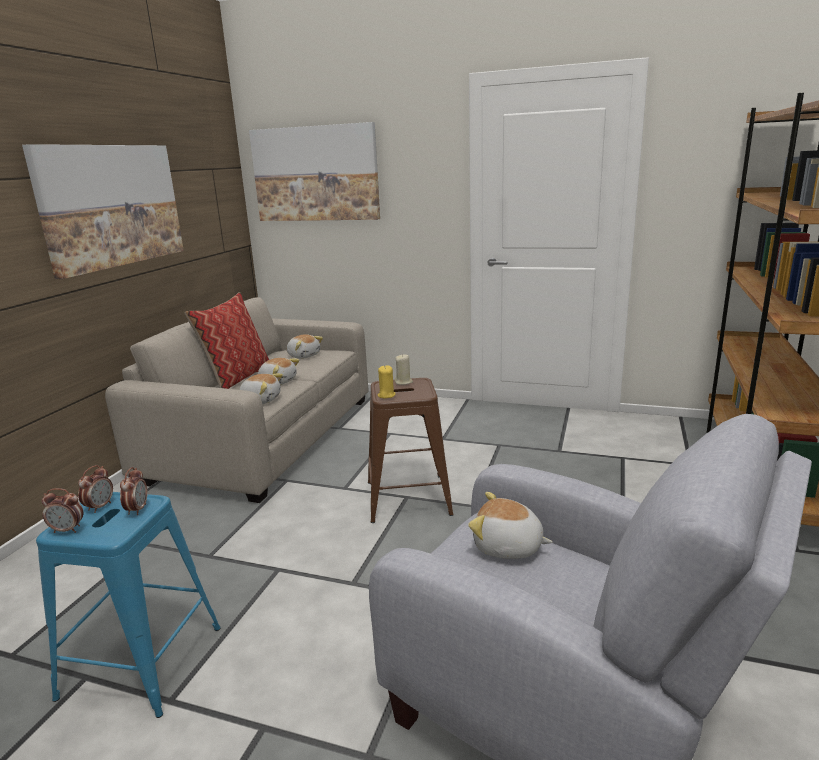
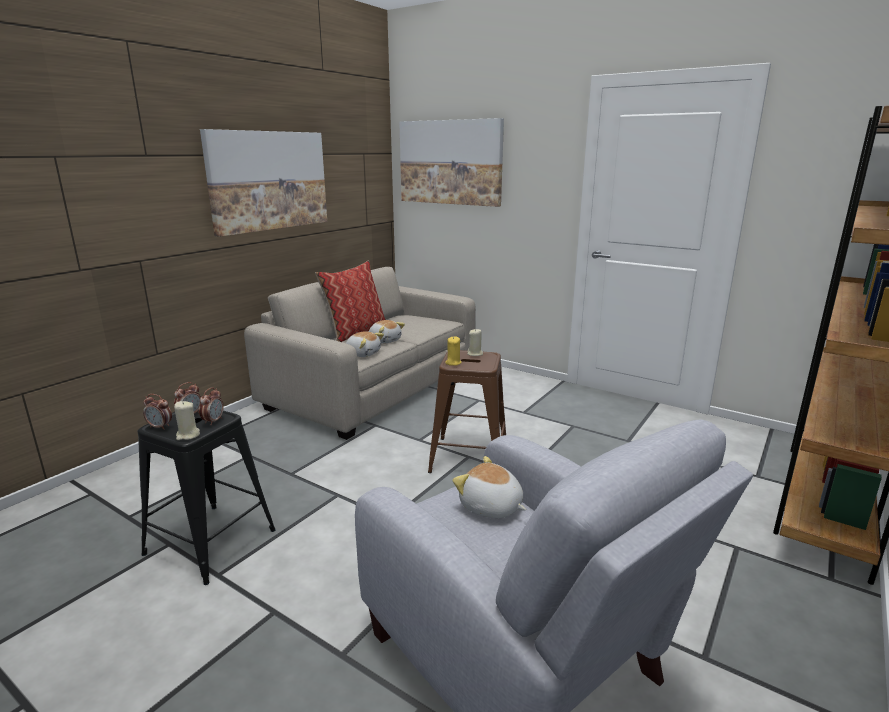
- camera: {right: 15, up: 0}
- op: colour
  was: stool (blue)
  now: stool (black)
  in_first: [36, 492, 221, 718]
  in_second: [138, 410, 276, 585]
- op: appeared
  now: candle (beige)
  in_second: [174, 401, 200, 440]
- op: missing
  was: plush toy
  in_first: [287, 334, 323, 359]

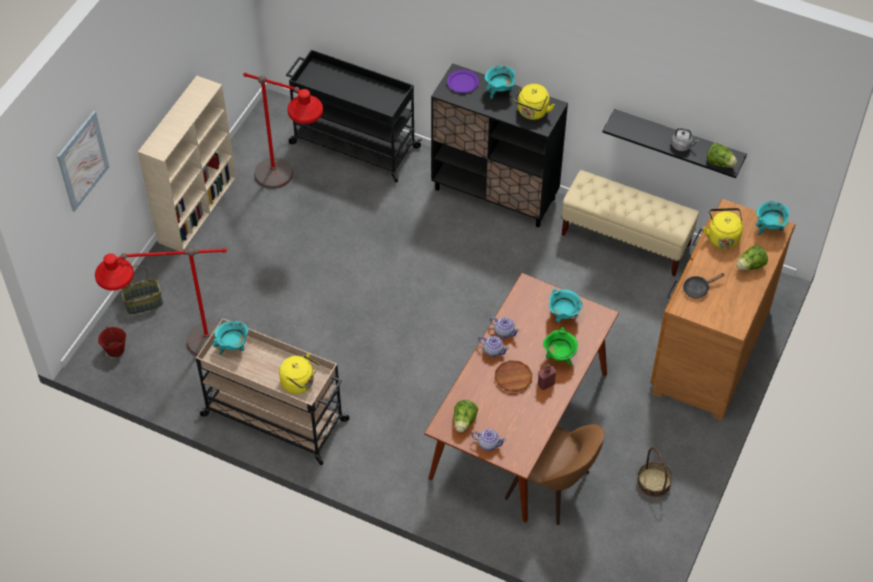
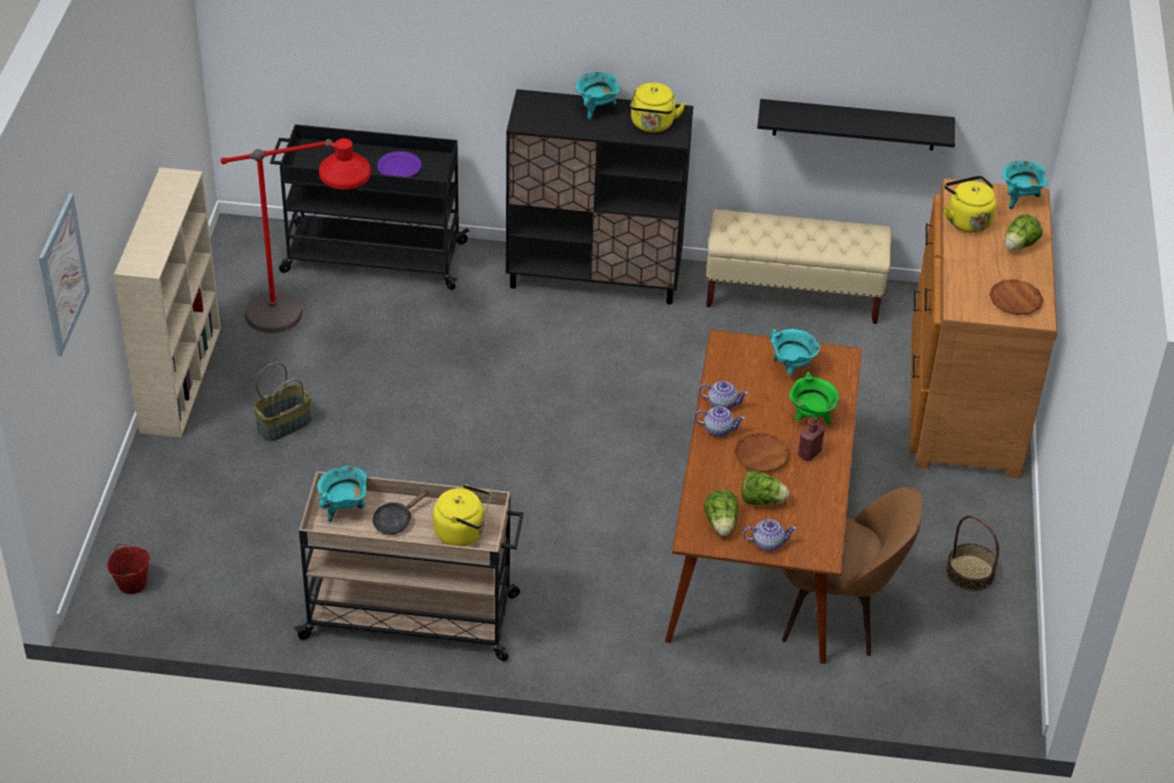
- camera: {right: -20, up: -10}
- op: relocated
  was: basket
  in_first: [121, 265, 163, 314]
  in_second: [253, 362, 312, 442]
- op: relocated
  was: frying pan (black)
  in_first: [683, 273, 725, 299]
  in_second: [372, 489, 429, 535]
- op: relocated
  was: plate (purple)
  in_first: [447, 70, 479, 93]
  in_second: [377, 151, 422, 177]
- op: relocated
  was: lettuce
  in_first: [707, 143, 737, 167]
  in_second: [741, 470, 789, 505]
- op: appeared
  now: plate (brown)
  in_second: [989, 279, 1043, 315]
- op: missing
  was: floor lamp (red)
  in_first: [95, 247, 227, 356]
- op: missing
  was: kettle (grey)
  in_first: [671, 128, 699, 151]

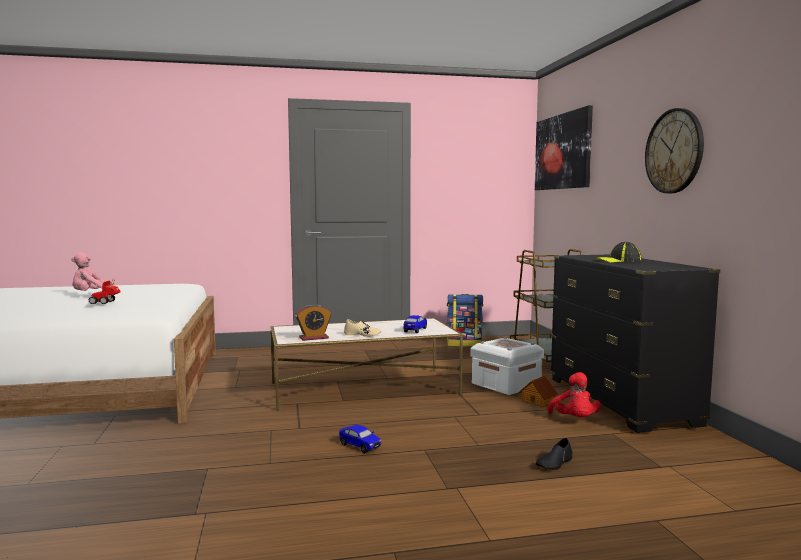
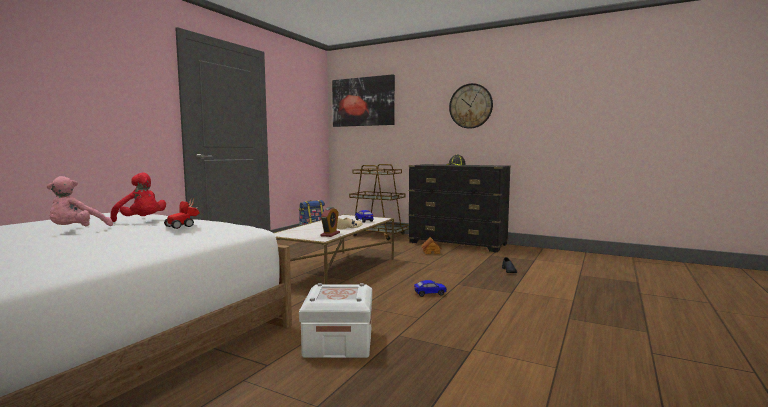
- camera: {right: -50, up: 0}
- op: relocated
  was: plush toy (red)
  in_first: [547, 372, 601, 417]
  in_second: [110, 172, 166, 222]
- op: relocated
  was: storage box (white)
  in_first: [470, 337, 544, 395]
  in_second: [299, 283, 372, 358]

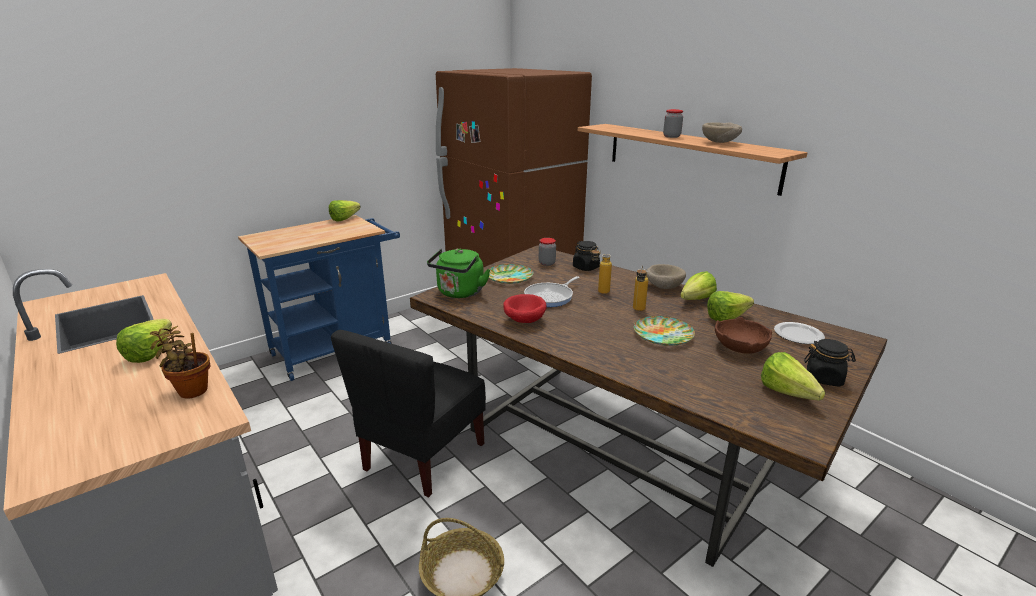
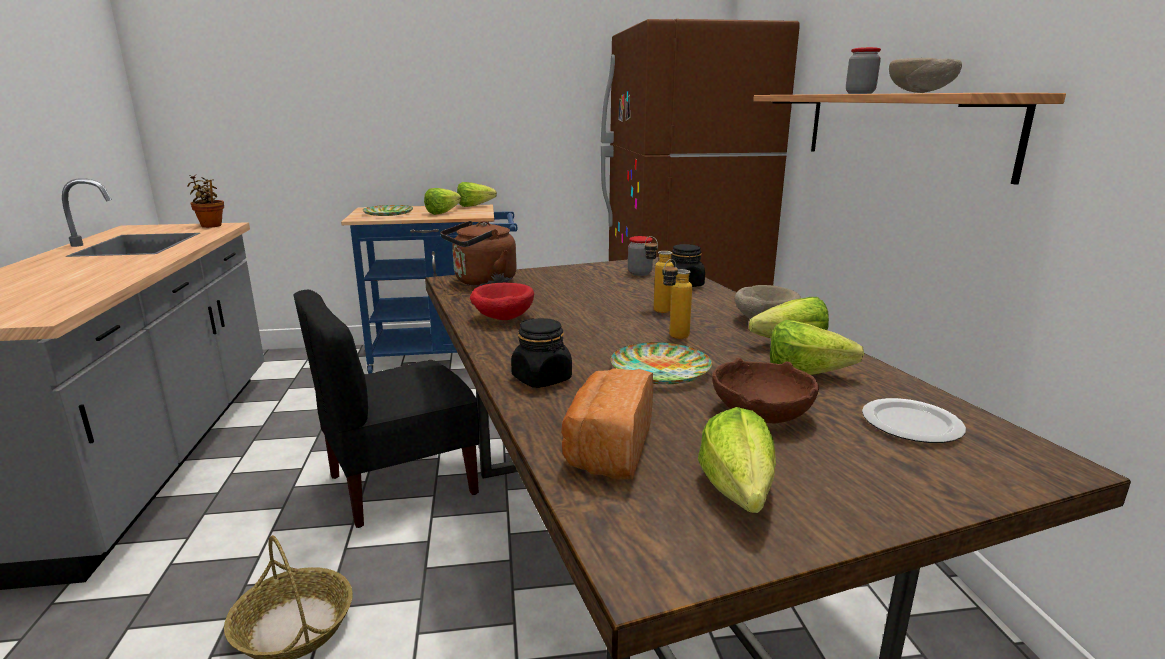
- camera: {right: 30, up: -5}
- op: relocated
  was: potted plant
  in_first: [150, 326, 210, 399]
  in_second: [187, 174, 224, 228]
- op: relocated
  was: plate
  in_first: [489, 264, 534, 284]
  in_second: [363, 205, 413, 216]
- op: relocated
  was: lettuce
  in_first: [116, 319, 172, 363]
  in_second: [424, 188, 461, 215]
- op: colour
  was: kettle (green)
  now: kettle (brown)
  in_first: [427, 249, 490, 298]
  in_second: [440, 221, 517, 286]
- op: relocated
  was: jar (black)
  in_first: [804, 339, 856, 387]
  in_second: [511, 318, 572, 388]
- op: appeared
  now: bread
  in_second: [561, 368, 653, 479]
- op: missing
  was: frying pan
  in_first: [524, 276, 579, 307]

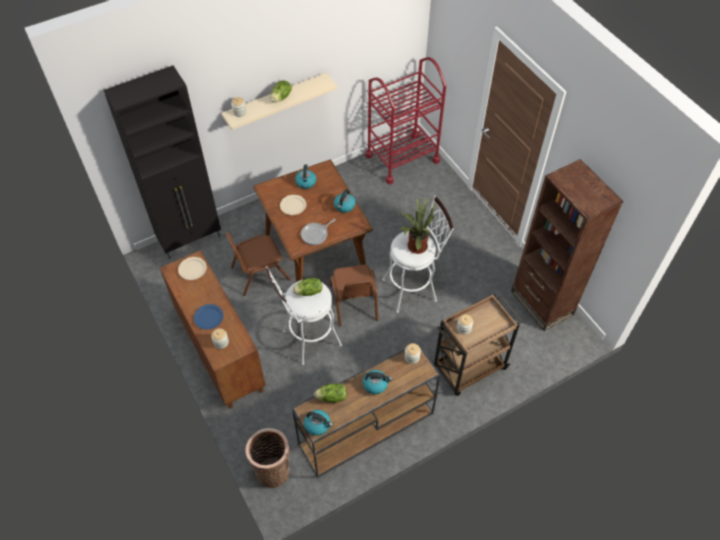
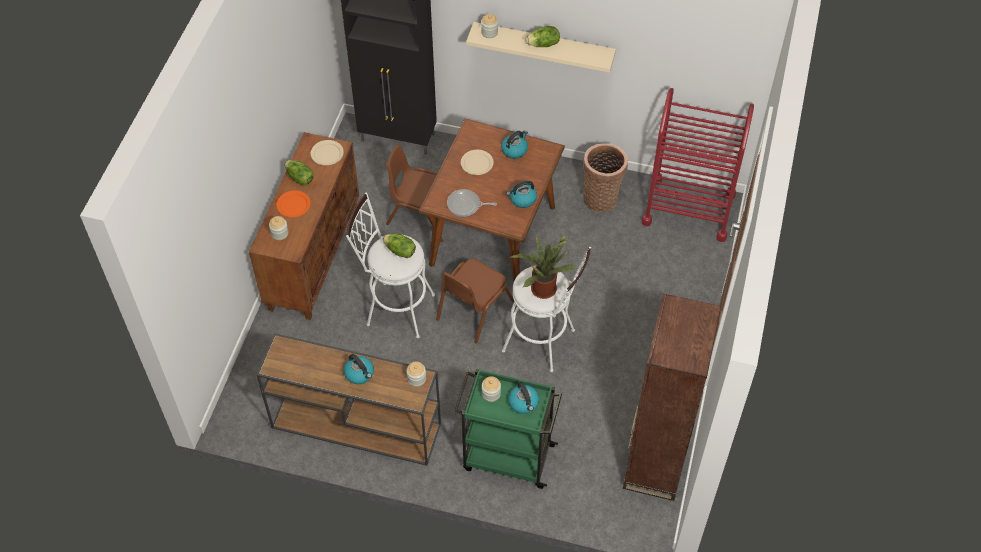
- camera: {right: 45, up: 0}
- op: colour
  was: plate (blue)
  now: plate (orange)
  in_first: [194, 304, 224, 330]
  in_second: [276, 191, 311, 217]
- op: relocated
  was: lettuce
  in_first: [314, 383, 347, 403]
  in_second: [284, 160, 314, 186]
- op: colour
  was: cart (brown)
  now: cart (green)
  in_first: [434, 294, 523, 396]
  in_second: [455, 369, 562, 489]
- op: relocated
  was: kettle
  in_first: [304, 410, 333, 436]
  in_second: [508, 382, 539, 414]
- op: relocated
  was: basket
  in_first: [245, 428, 289, 488]
  in_second: [583, 143, 628, 212]

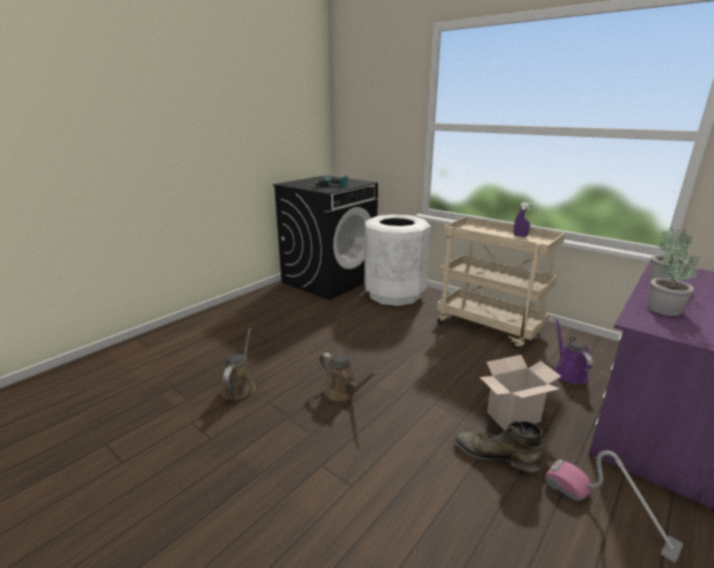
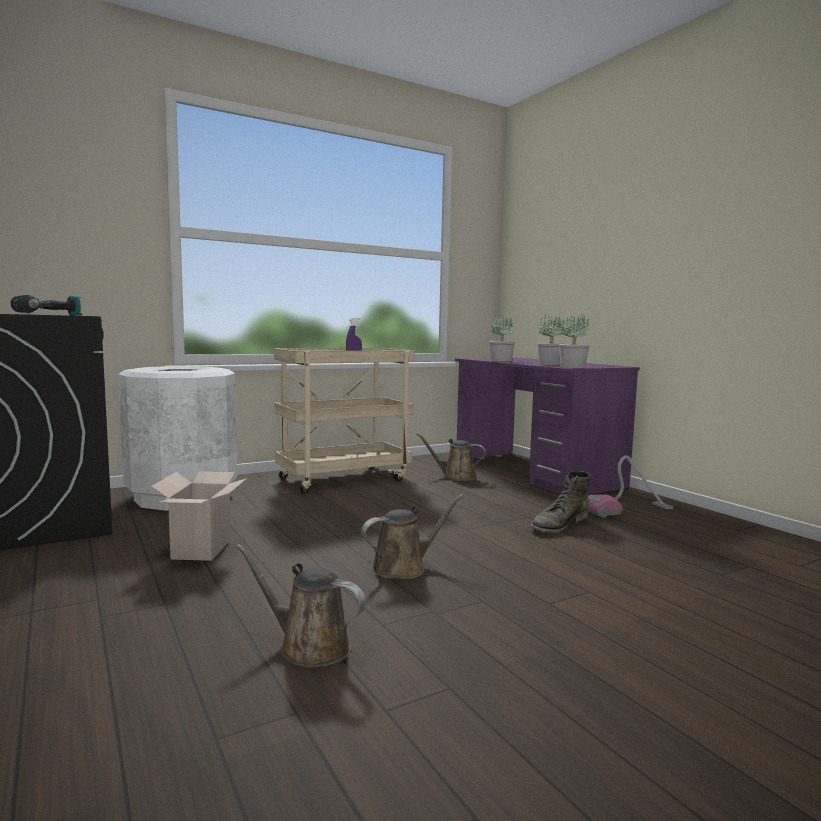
- camera: {right: -70, up: -15}
- op: relocated
  was: cardboard box
  in_first: [479, 355, 561, 430]
  in_second: [151, 471, 247, 561]
- op: colour
  was: watering can (purple)
  now: watering can (brown)
  in_first: [554, 318, 593, 384]
  in_second: [416, 433, 486, 481]
- op: appeared
  now: potted plant
  in_second: [559, 314, 590, 368]

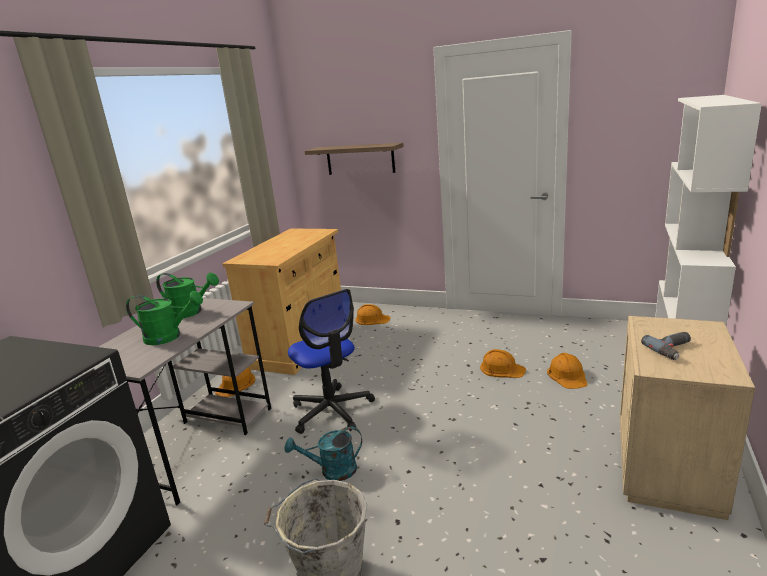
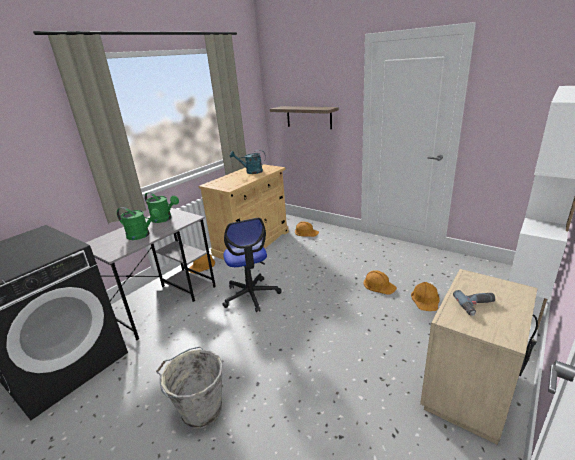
- camera: {right: 15, up: 5}
- op: relocated
  was: watering can (turquoise)
  in_first: [284, 427, 362, 481]
  in_second: [229, 150, 266, 174]

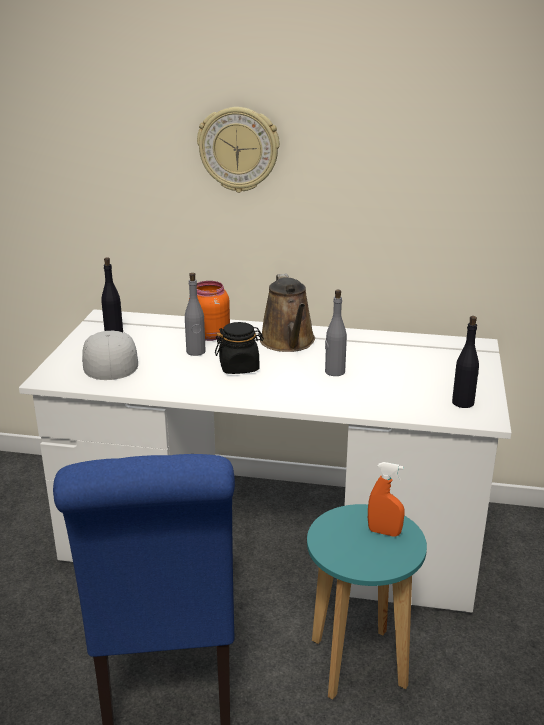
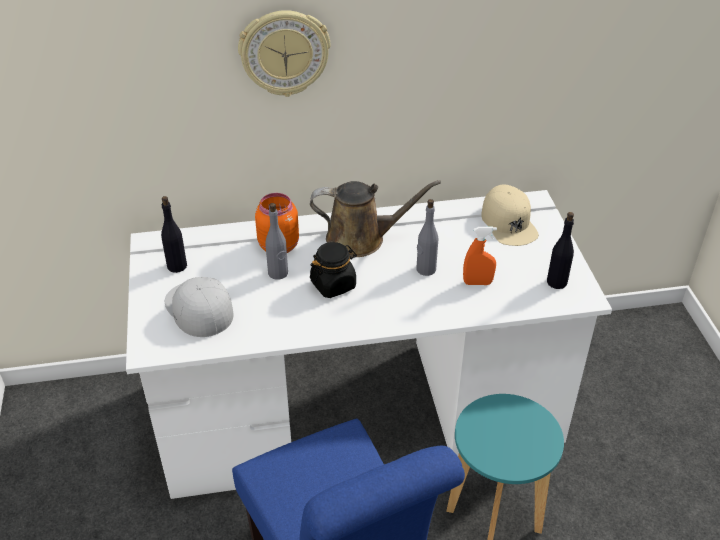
- camera: {right: -20, up: 15}
- op: spun
  was: watering can (brown)
  in_first: [260, 274, 315, 352]
  in_second: [310, 180, 441, 257]
  clockwise: -60
- op: relocated
  was: spray bottle (orange)
  in_first: [368, 462, 405, 537]
  in_second: [463, 227, 497, 285]
- op: appeared
  now: cap (beige)
  in_second: [481, 184, 539, 246]

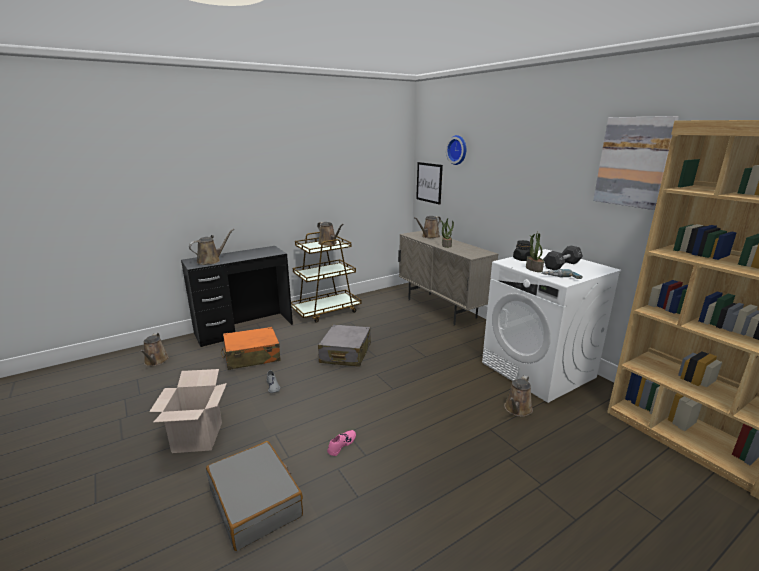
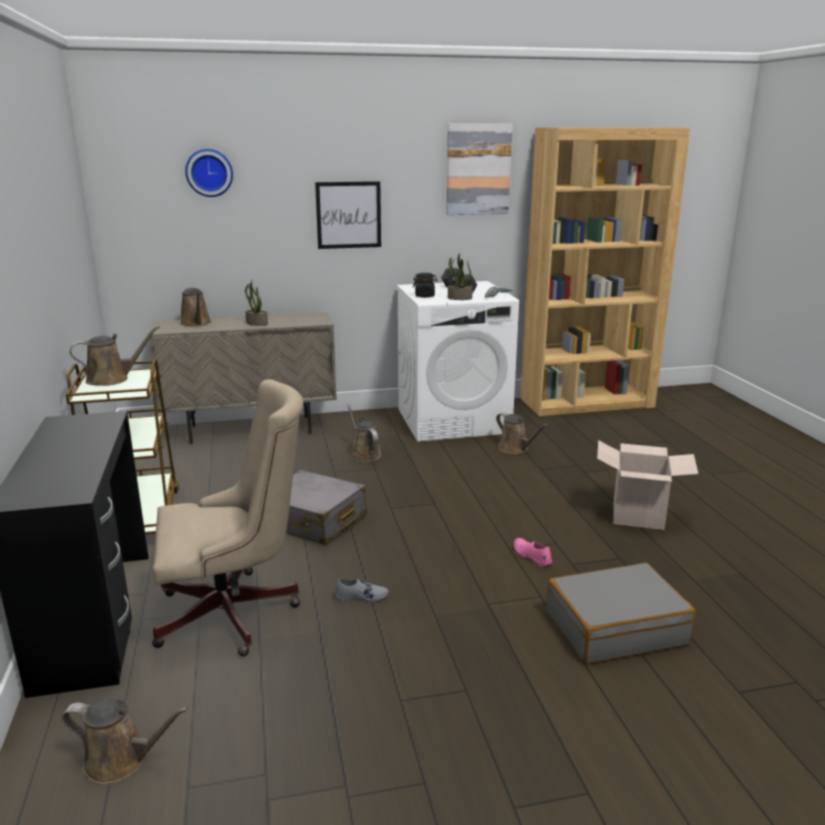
- camera: {right: -70, up: 0}
- op: exchanged
  was: suitcase (orange)
  now: office chair (beige)
  in_first: [221, 327, 281, 370]
  in_second: [152, 379, 304, 656]
- op: relocated
  was: picture
  in_first: [416, 162, 443, 205]
  in_second: [315, 181, 381, 249]
- op: relocated
  was: watering can (brown)
  in_first: [189, 229, 234, 265]
  in_second: [347, 404, 382, 462]
- op: relocated
  was: cardboard box
  in_first: [149, 369, 227, 453]
  in_second: [597, 440, 698, 530]

